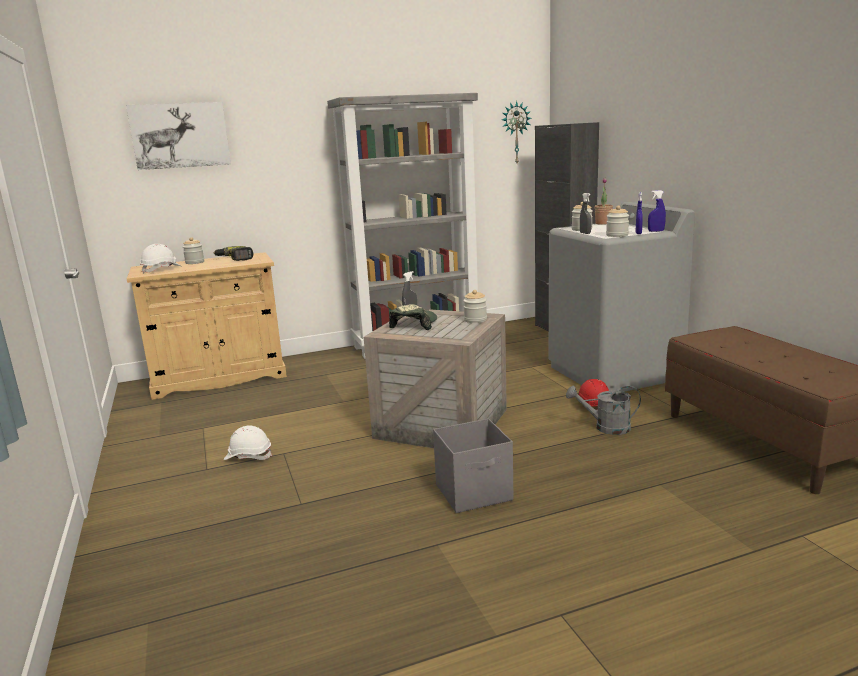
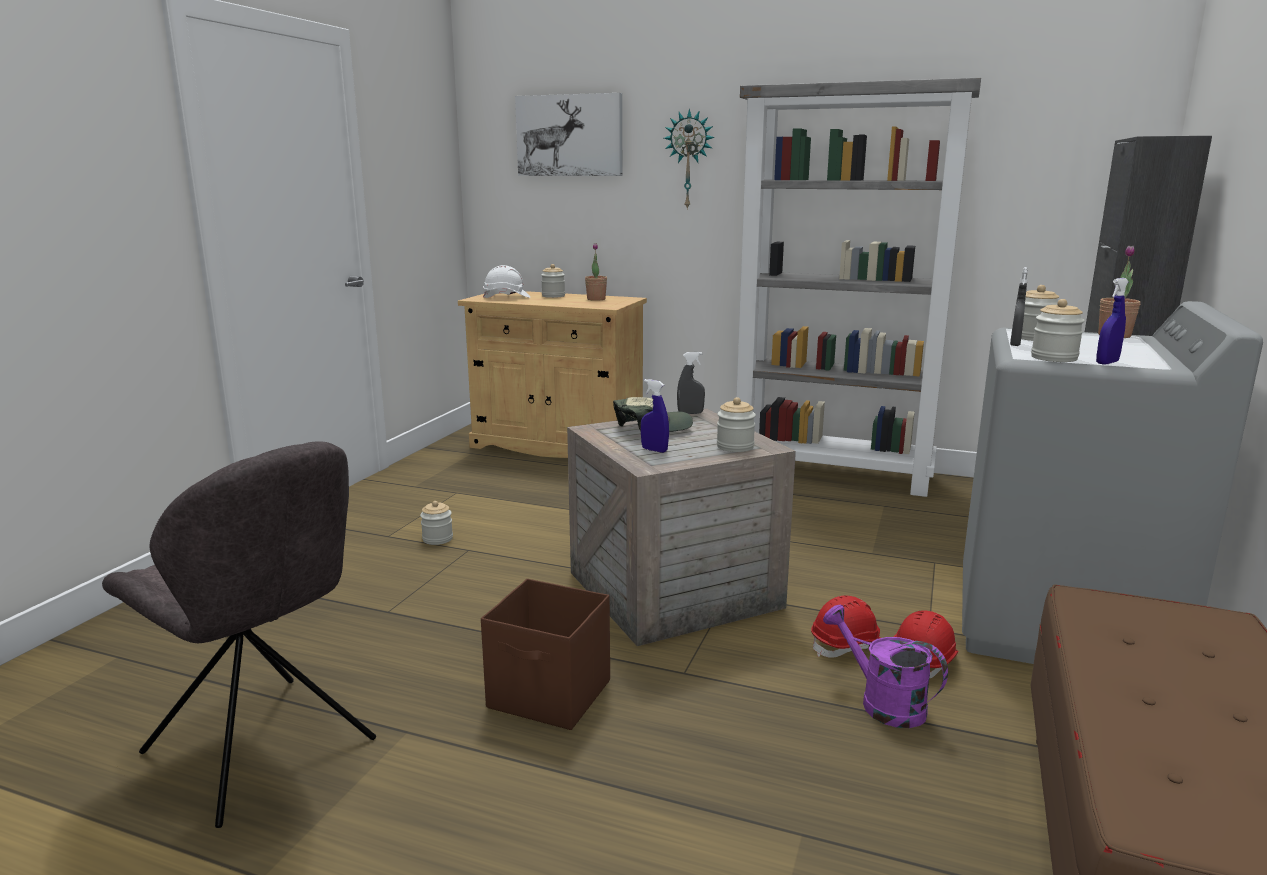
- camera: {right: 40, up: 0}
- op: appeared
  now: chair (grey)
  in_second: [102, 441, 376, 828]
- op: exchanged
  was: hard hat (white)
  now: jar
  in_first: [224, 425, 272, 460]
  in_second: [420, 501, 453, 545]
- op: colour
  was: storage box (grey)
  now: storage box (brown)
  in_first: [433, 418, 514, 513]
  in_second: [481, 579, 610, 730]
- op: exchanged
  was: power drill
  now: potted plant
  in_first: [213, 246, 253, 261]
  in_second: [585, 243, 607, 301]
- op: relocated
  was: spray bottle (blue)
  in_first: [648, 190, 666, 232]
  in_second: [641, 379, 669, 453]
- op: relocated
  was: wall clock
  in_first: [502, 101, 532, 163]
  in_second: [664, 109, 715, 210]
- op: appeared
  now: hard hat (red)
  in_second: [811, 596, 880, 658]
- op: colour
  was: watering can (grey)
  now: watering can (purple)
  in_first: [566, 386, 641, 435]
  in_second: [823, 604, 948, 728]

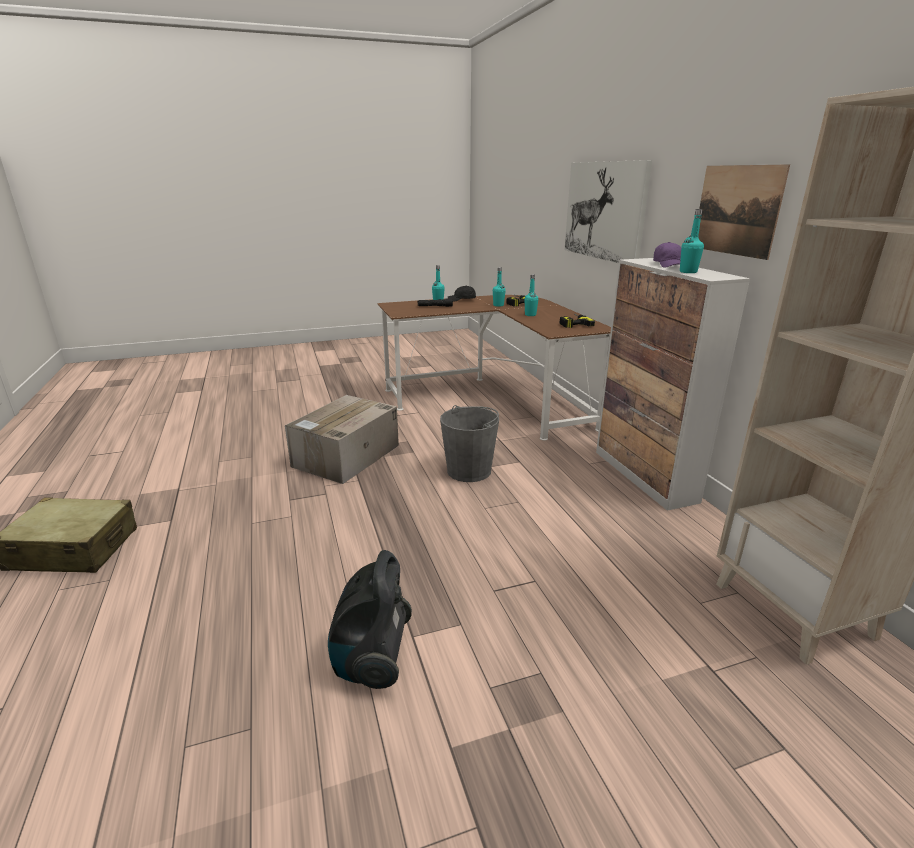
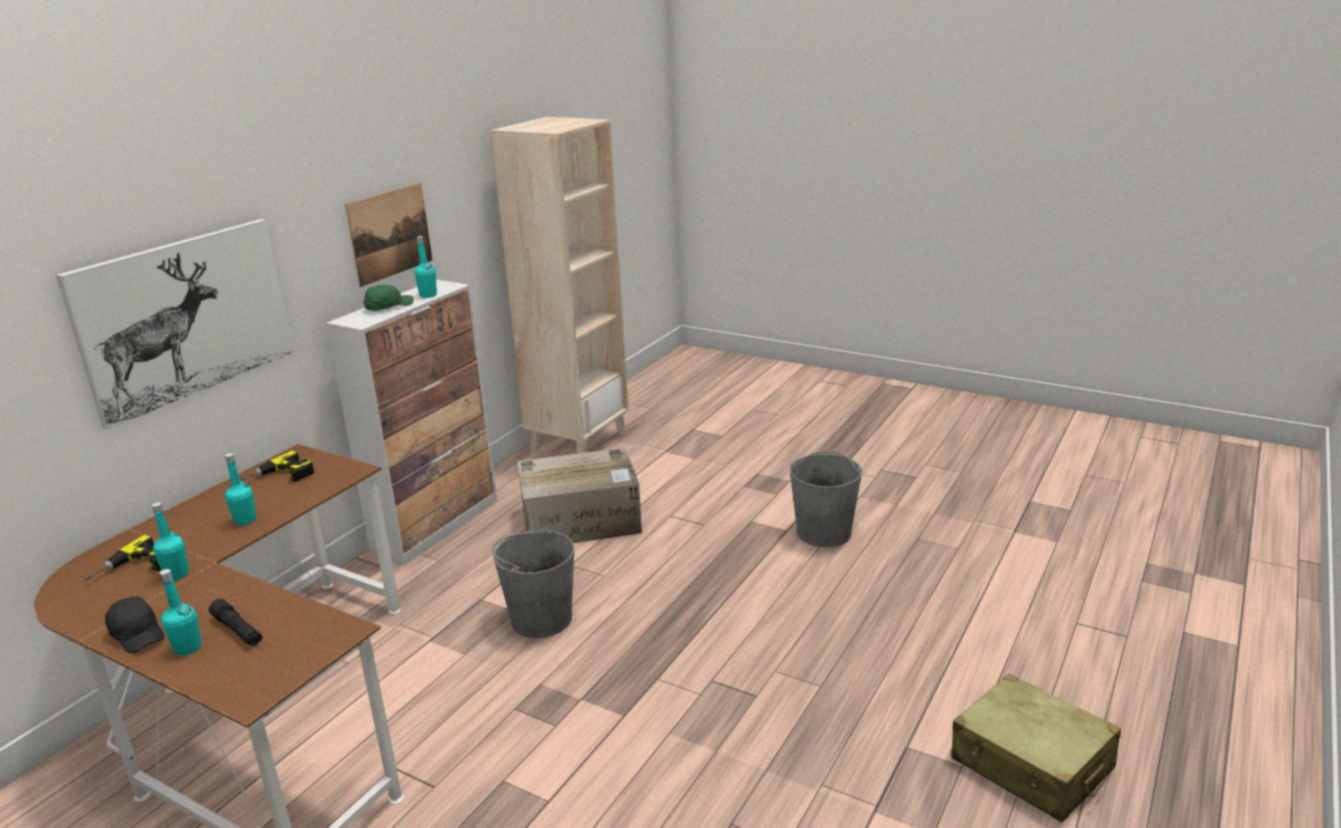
- camera: {right: -130, up: 0}
- op: colour
  was: cap (purple)
  now: cap (green)
  in_first: [653, 242, 681, 268]
  in_second: [363, 285, 414, 311]
- op: relocated
  was: cardboard box
  in_first: [285, 395, 399, 484]
  in_second: [518, 448, 642, 543]
- op: exchanged
  was: vacuum cleaner
  now: bucket (grey)
  in_first: [328, 550, 412, 689]
  in_second: [790, 451, 863, 547]

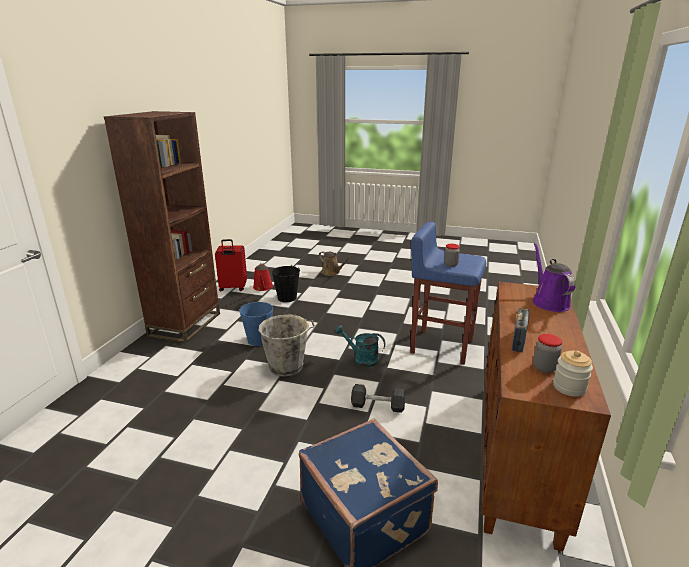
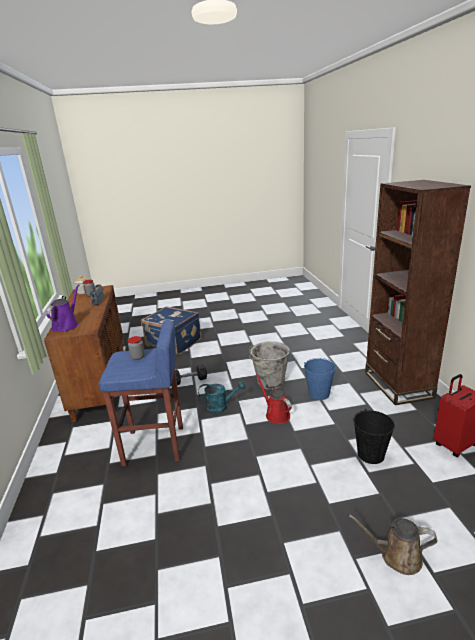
- camera: {right: 155, up: 0}
- op: spun
  was: watering can (purple)
  in_first: [532, 243, 576, 312]
  in_second: [46, 284, 79, 332]
  clockwise: -135
- op: relocated
  was: watering can (red)
  in_first: [253, 263, 273, 291]
  in_second: [256, 374, 292, 424]

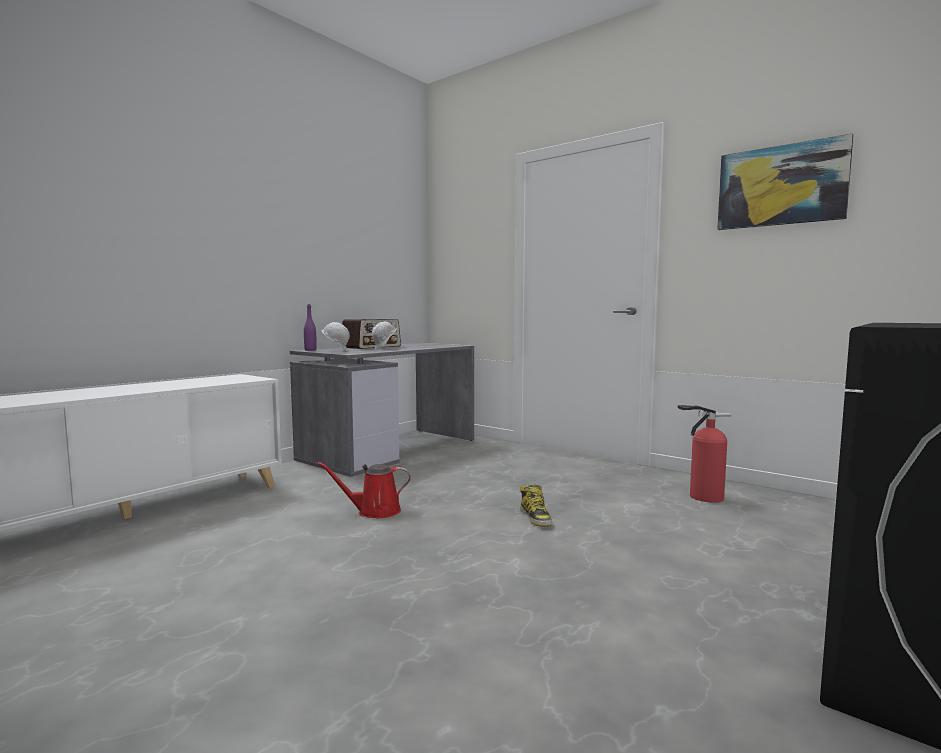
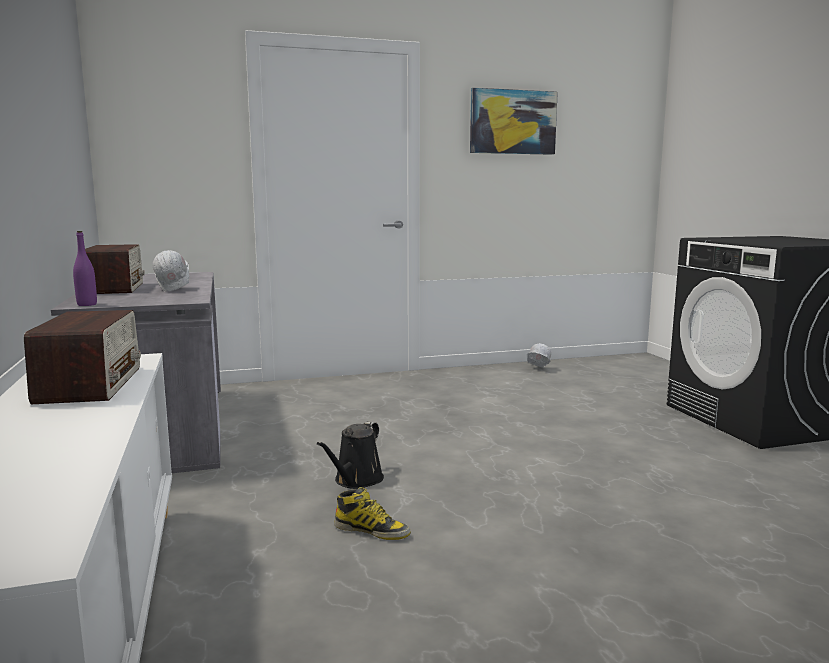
- camera: {right: -55, up: 5}
- op: appeared
  now: radio
  in_second: [24, 310, 141, 404]
- op: colour
  was: watering can (red)
  now: watering can (black)
  in_first: [318, 462, 410, 518]
  in_second: [317, 422, 384, 489]
- op: relocated
  was: boot
  in_first: [520, 485, 553, 527]
  in_second: [334, 487, 411, 540]
- op: relocated
  was: hard hat (white)
  in_first: [321, 322, 350, 352]
  in_second: [527, 343, 551, 368]
- op: missing
  was: fire extinguisher
  in_first: [678, 405, 731, 503]

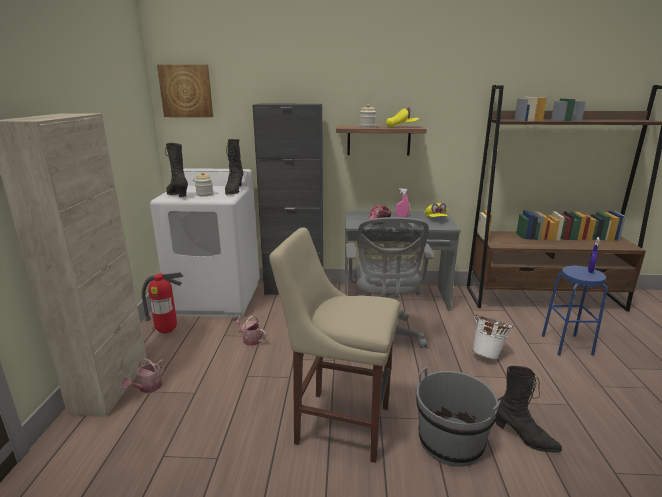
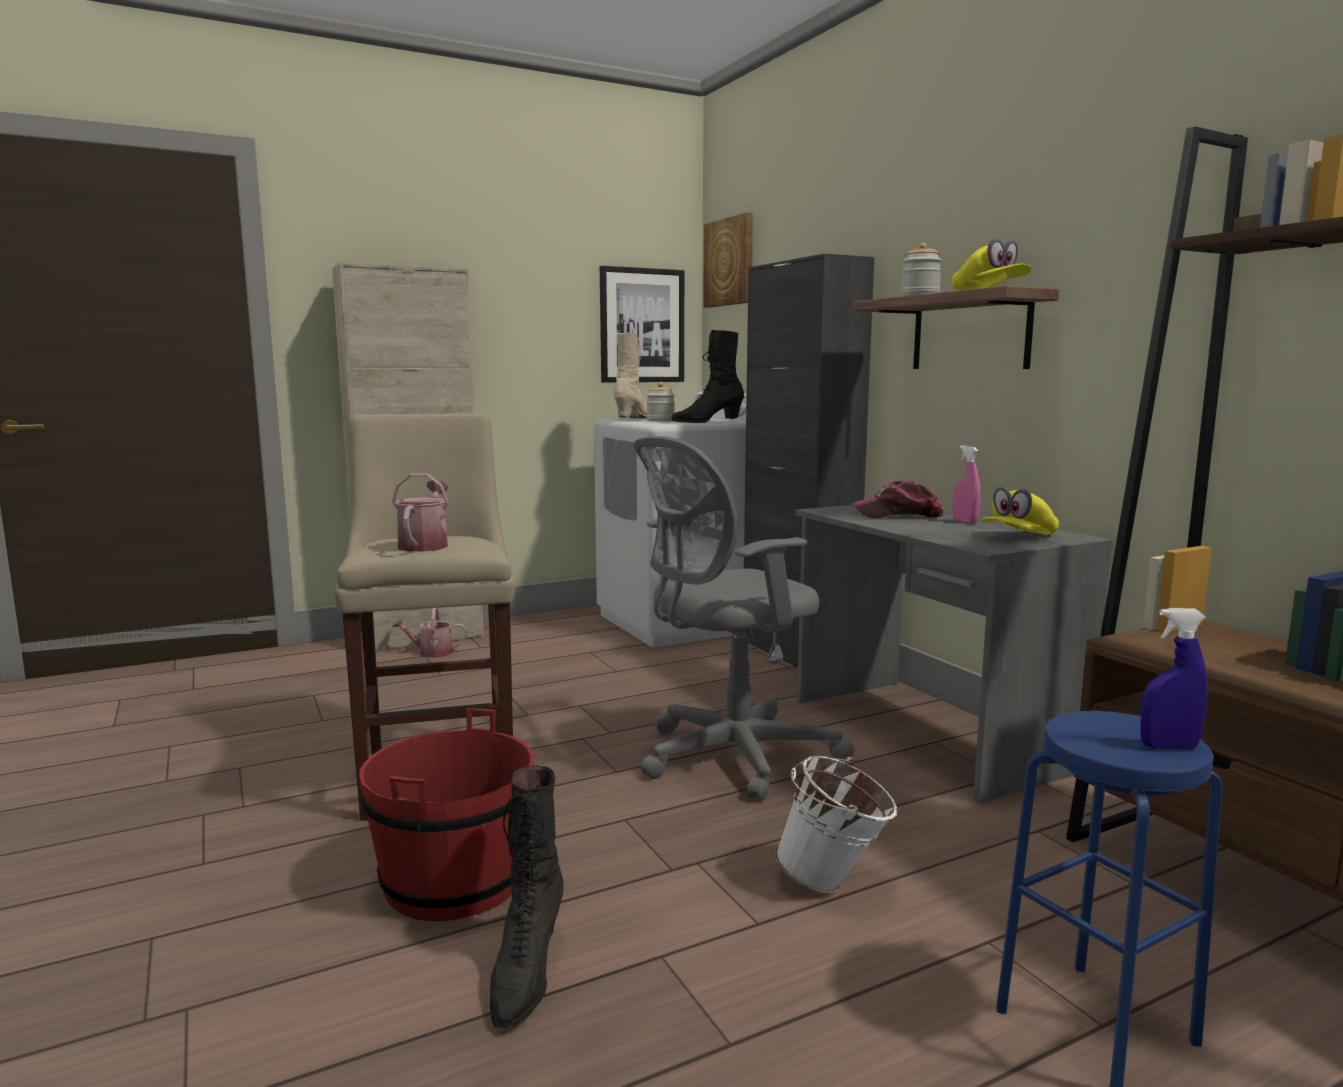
- camera: {right: 60, up: -10}
- op: colour
  was: bucket (grey)
  now: bucket (red)
  in_first: [416, 367, 501, 467]
  in_second: [360, 708, 534, 921]
- op: relocated
  was: watering can
  in_first: [232, 315, 266, 346]
  in_second: [392, 474, 449, 552]
- op: appeared
  now: picture
  in_second: [600, 266, 684, 382]
- op: colour
  was: boot (black)
  now: boot (beige)
  in_first: [165, 143, 188, 197]
  in_second: [614, 332, 647, 418]
- op: missing
  was: fire extinguisher
  in_first: [142, 272, 183, 333]

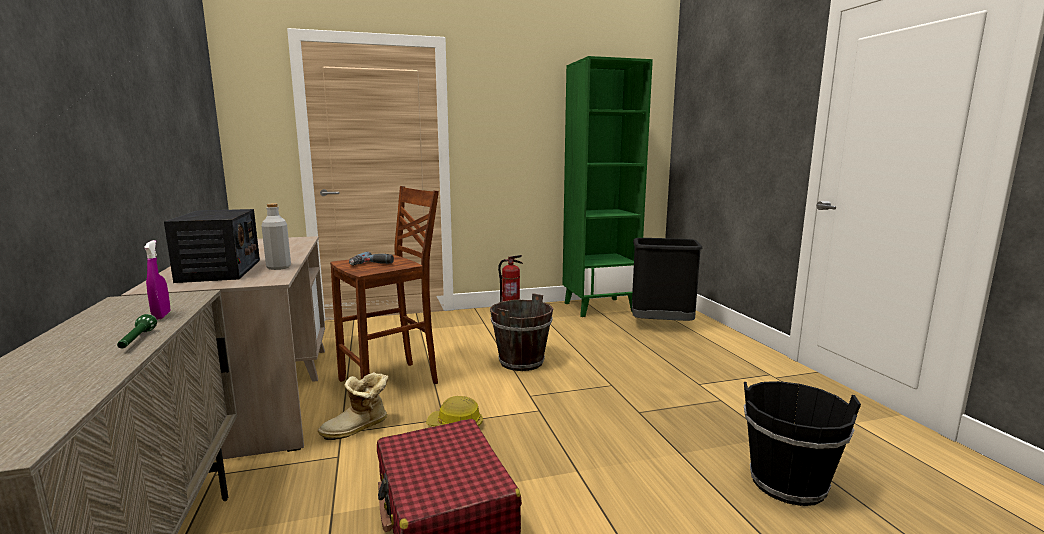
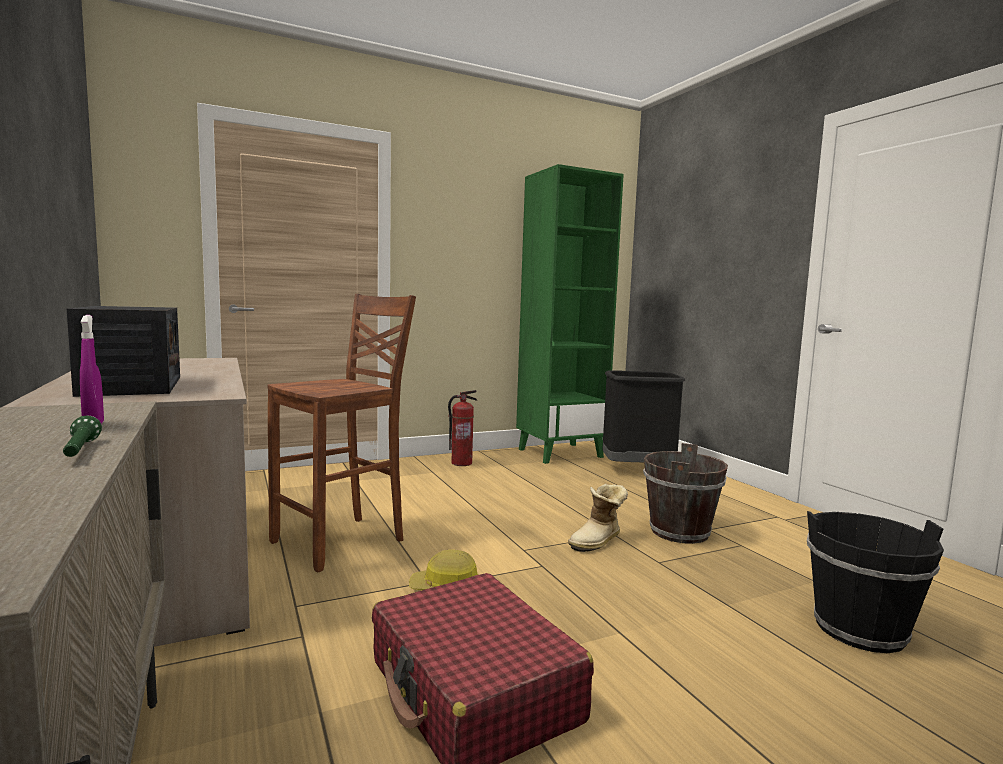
- camera: {right: -10, up: -5}
- op: relocated
  was: boot
  in_first: [318, 372, 388, 440]
  in_second: [568, 483, 628, 552]
- op: relocated
  was: bucket (brown)
  in_first: [490, 293, 553, 371]
  in_second: [643, 443, 728, 544]
- op: missing
  was: bottle (grey)
  in_first: [262, 203, 291, 270]
- op: missing
  was: power drill
  in_first: [349, 251, 394, 266]

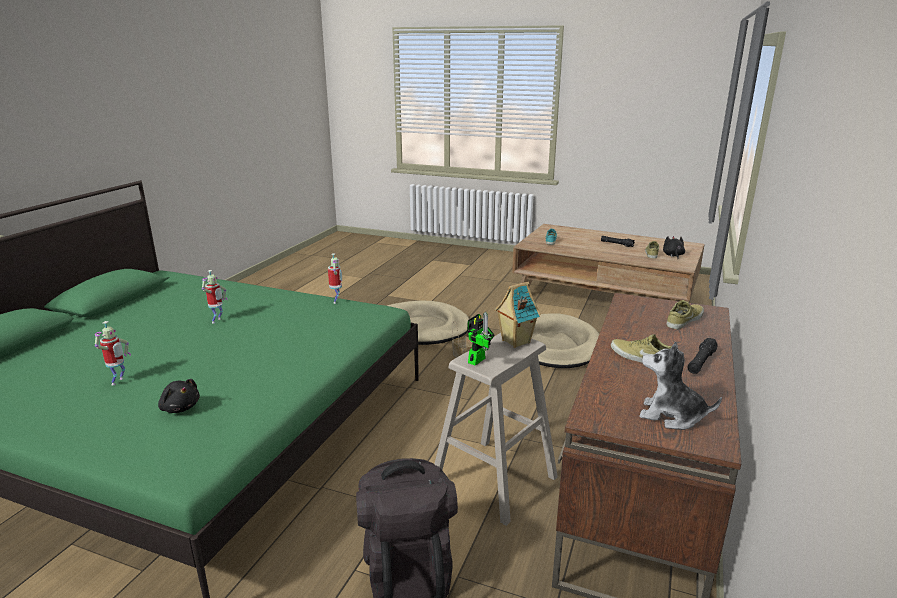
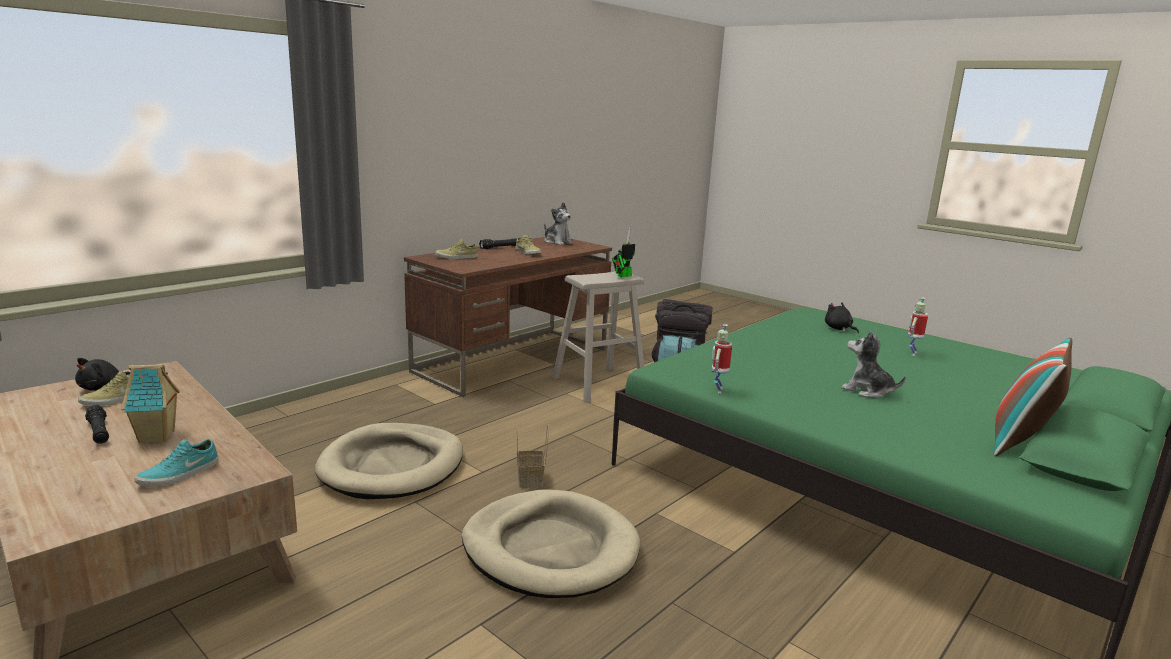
- camera: {right: -160, up: -5}
- op: relocated
  was: toy house
  in_first: [495, 282, 541, 348]
  in_second: [121, 364, 180, 443]
- op: exchanged
  was: toy robot
  now: plush toy
  in_first: [202, 270, 228, 323]
  in_second: [841, 331, 906, 398]
- op: appeared
  now: pillow
  in_second: [994, 338, 1072, 456]

